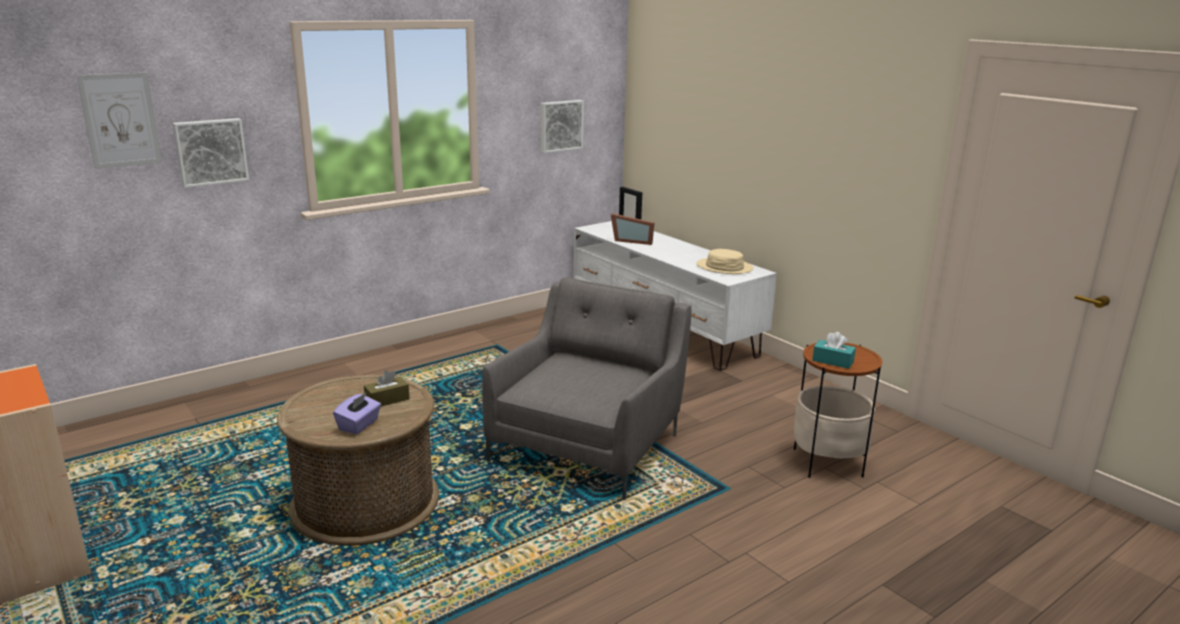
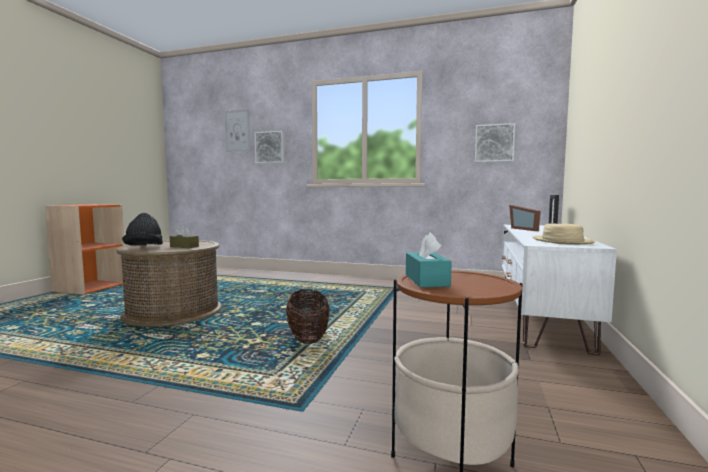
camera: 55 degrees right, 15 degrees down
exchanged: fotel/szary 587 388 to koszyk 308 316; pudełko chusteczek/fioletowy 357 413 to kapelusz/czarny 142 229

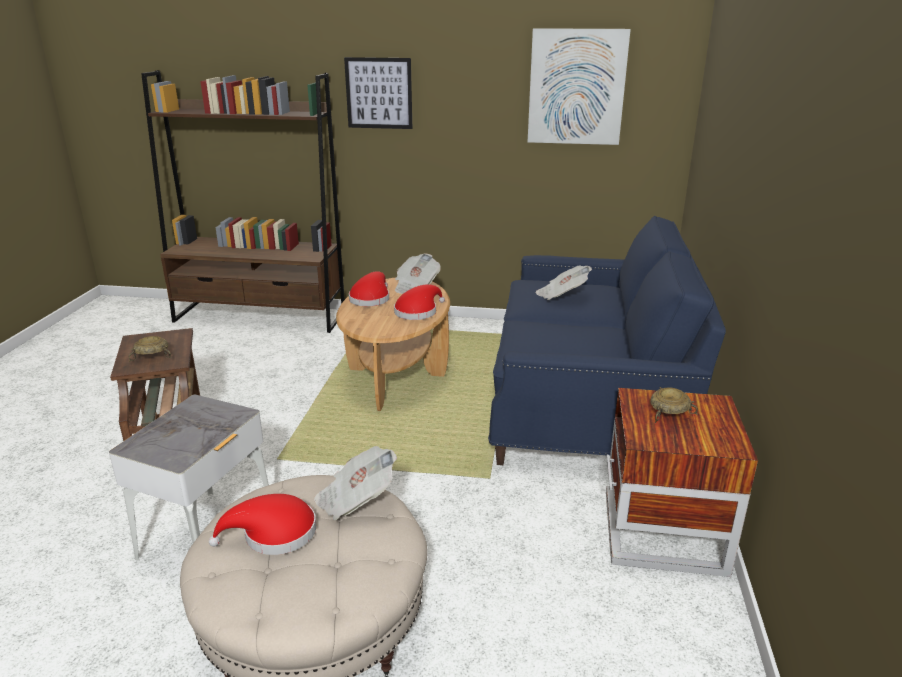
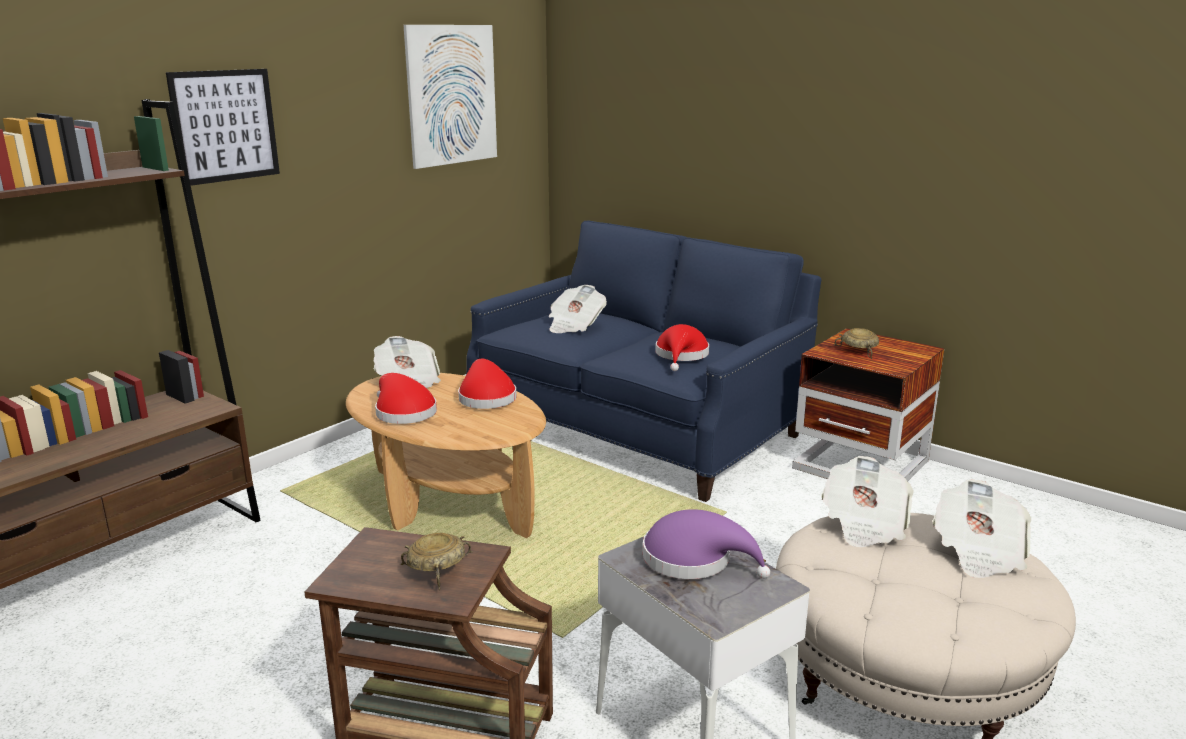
camera: 60 degrees left, 5 degrees down
appeared: gazeta 981 528; kapelusz/fioletowy 706 544
relocated: kapelusz/czerwony 262 524 to 682 347

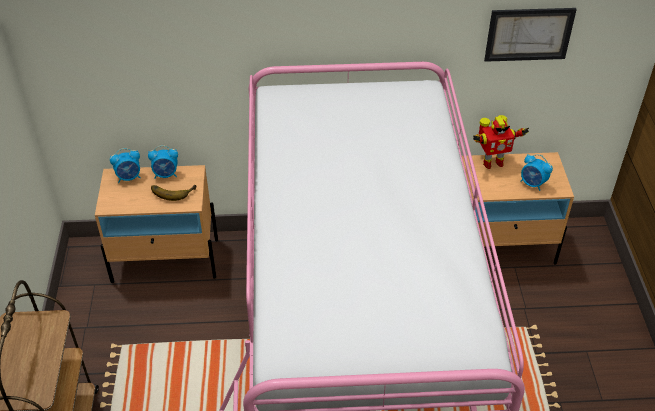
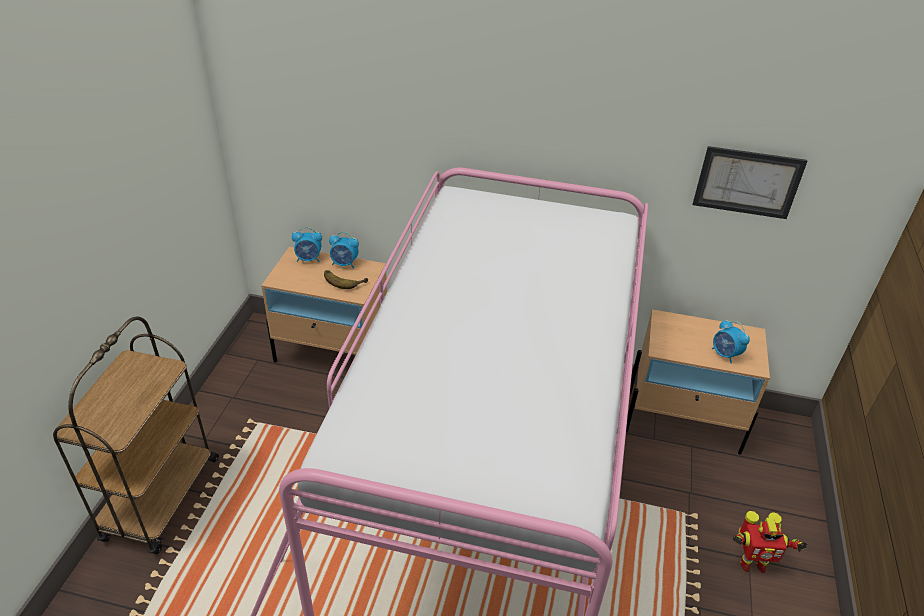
camera: 15 degrees right, 5 degrees down
relocated: robot zabawkowy 501 142 to 770 542

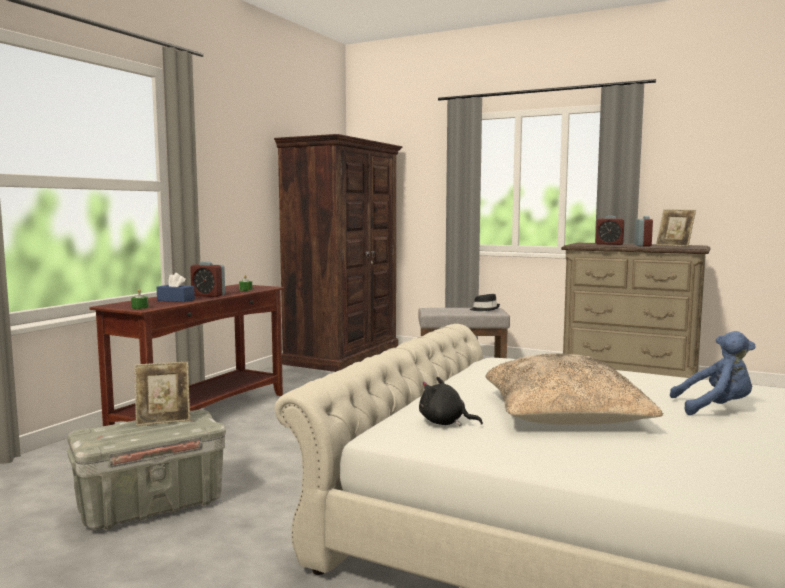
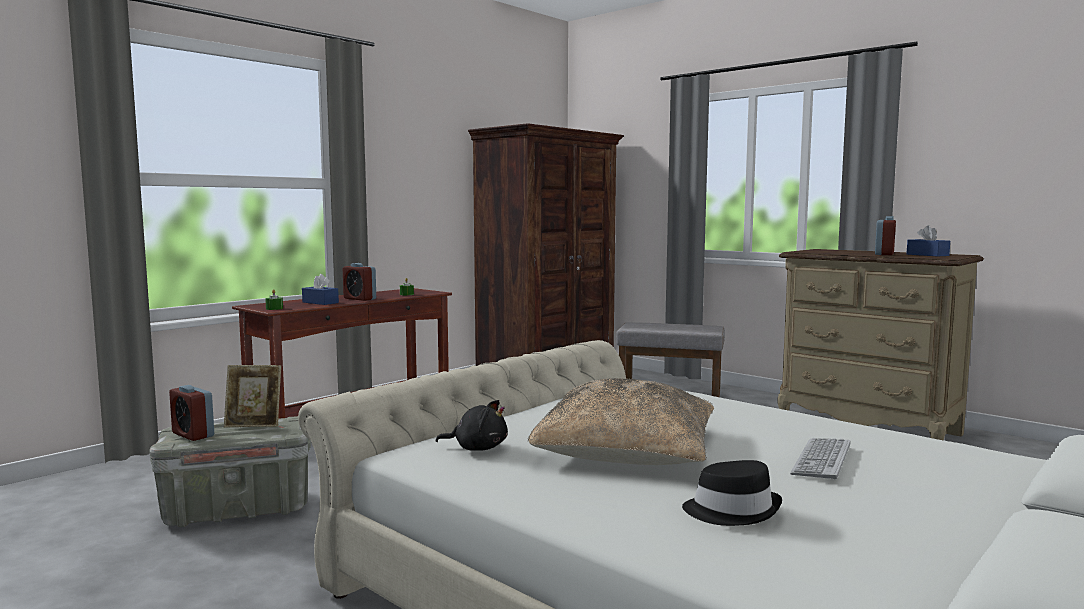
camera: 15 degrees right, 0 degrees up
relocated: budzik 610 230 to 191 413; kapelusz/czarny 484 302 to 732 493
exchanged: ramka na zdjęcie 676 228 to pudełko chusteczek/niebieski 928 241; pluszak/niebieski 713 373 to klawiatura 820 459
spun: pluszak/czarny 451 401 = 472 425 150 degrees clockwise

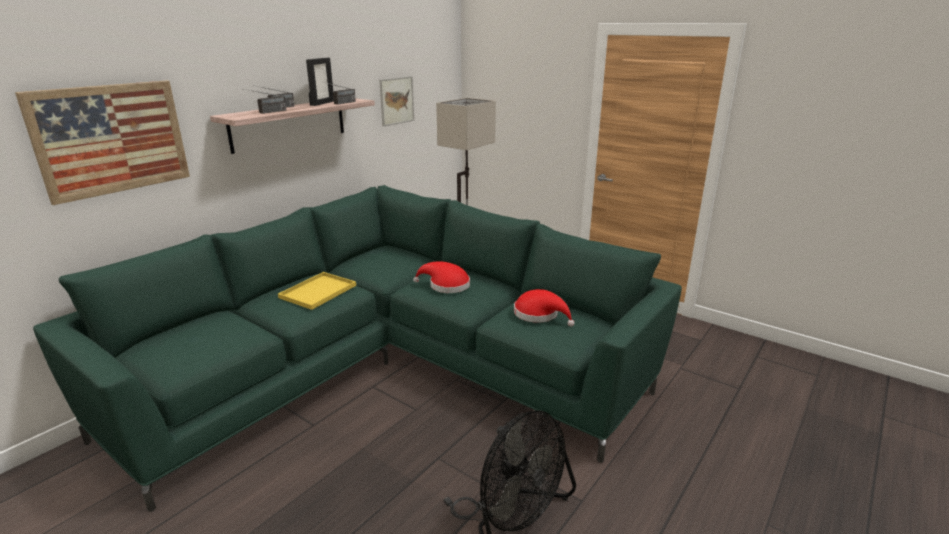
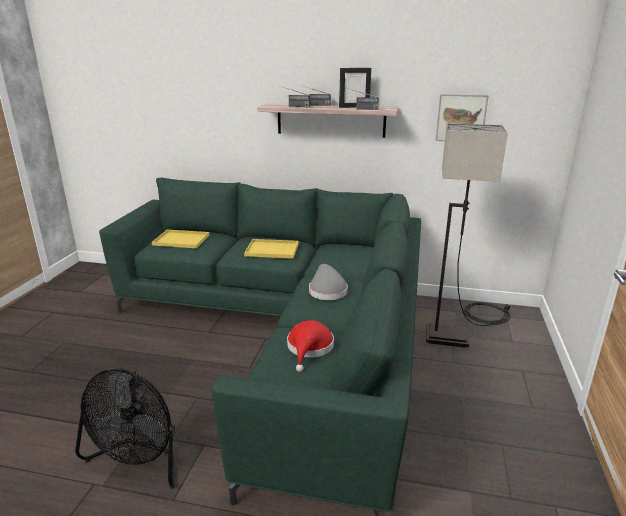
camera: 65 degrees right, 0 degrees up
missing: obraz 102 142
appeared: taca/żółty 180 239
colour: kapelusz/czerwony 441 277 to kapelusz/szary 328 282

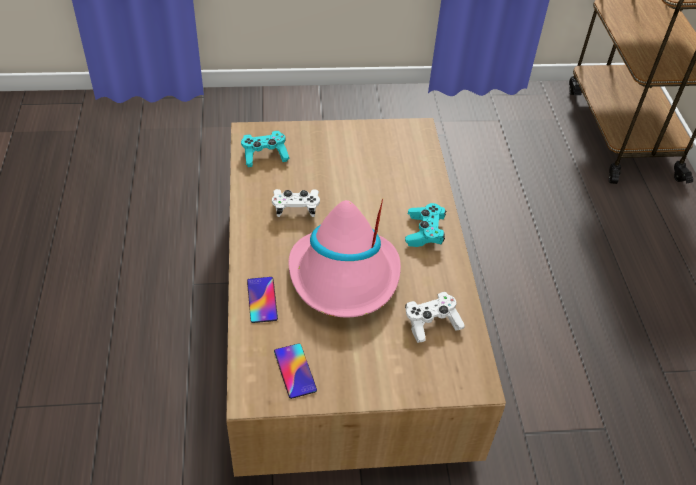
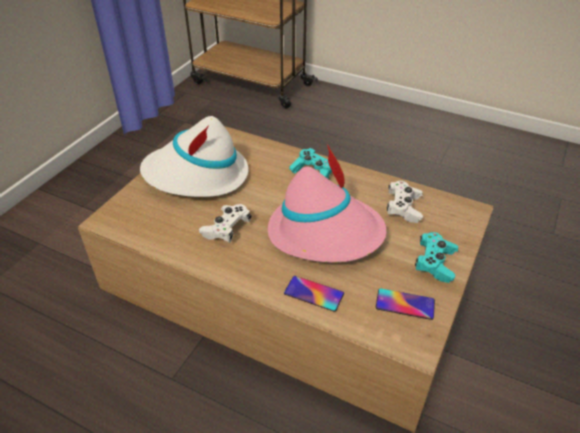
camera: 55 degrees left, 5 degrees down
appeared: kapelusz/biały 194 156
relocated: pad do gier/turkusowy 265 149 to 436 257

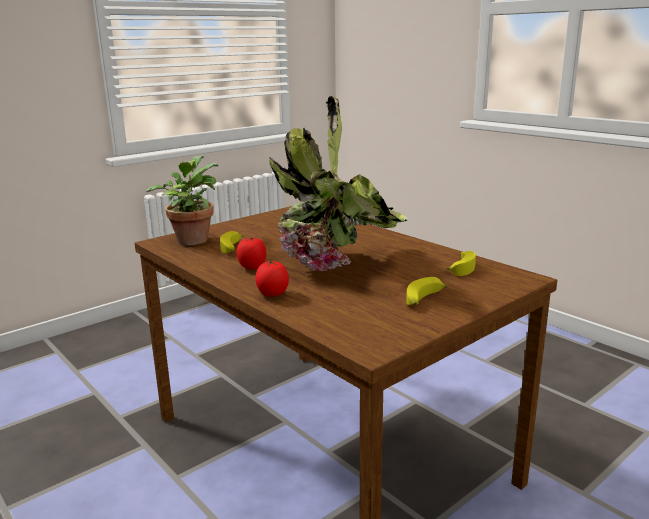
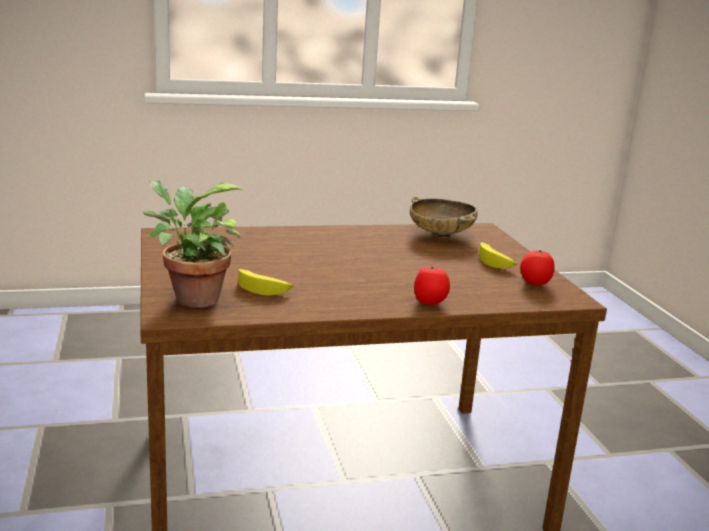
camera: 65 degrees left, 0 degrees up
missing: roślina doniczkowa 338 183
relocated: pomidor 251 253 to 537 267
exchanged: banan 461 263 to miska/beżowy 444 217

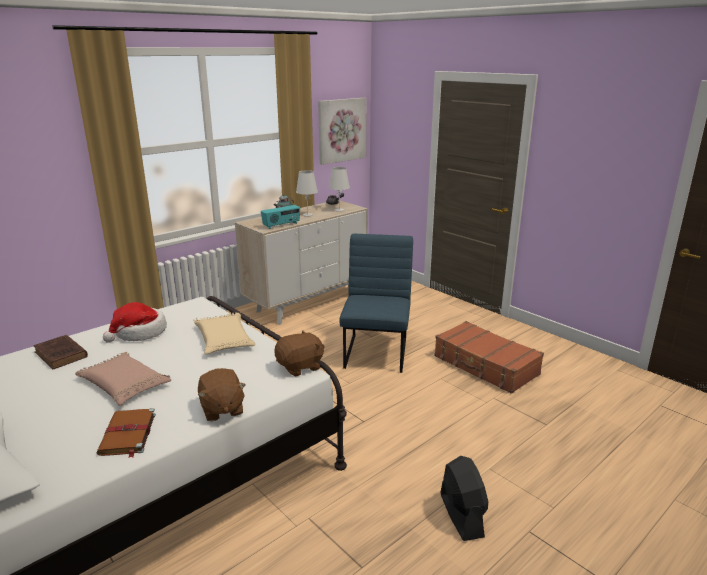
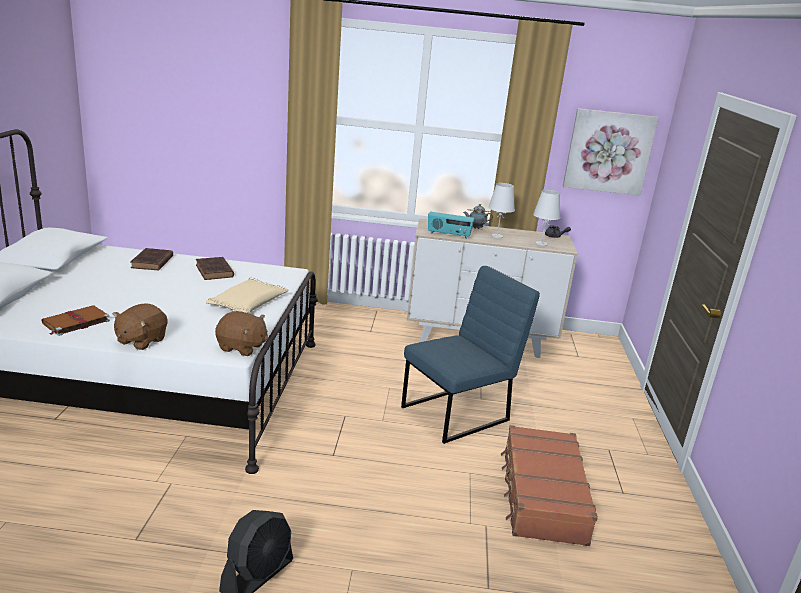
camera: 45 degrees right, 0 degrees up
missing: poduszka/beżowy 123 379
exchanged: kapelusz 135 322 to książka/brązowy 215 268

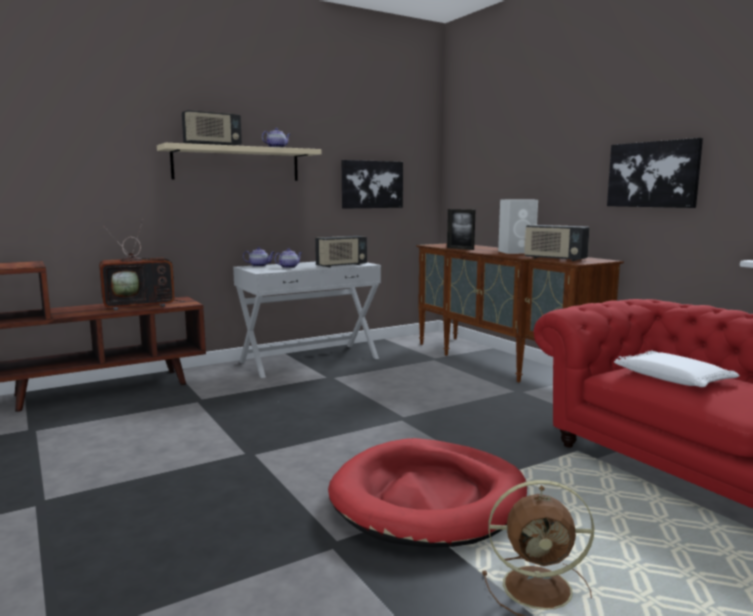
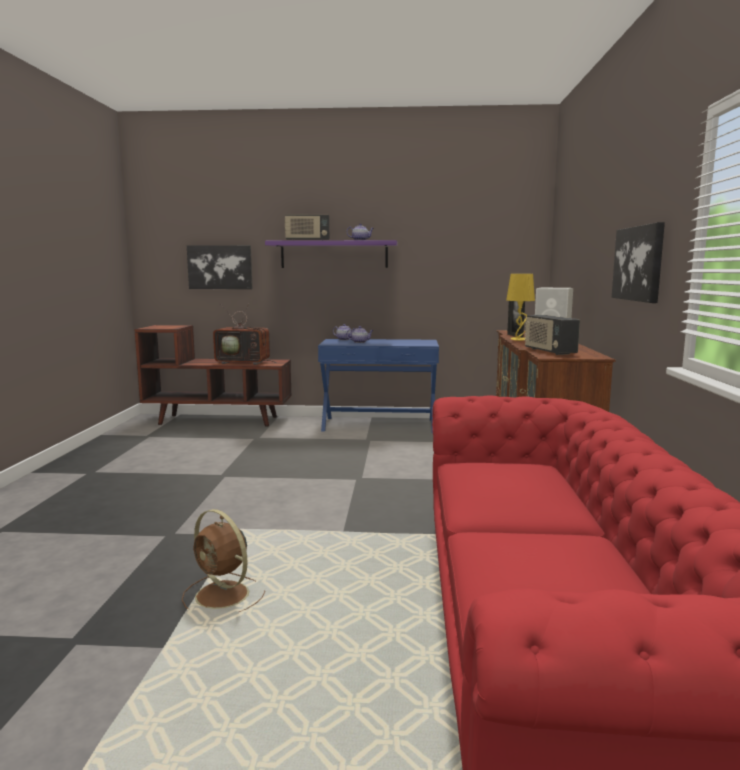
camera: 35 degrees right, 0 degrees up
missing: radio 341 252; poduszka/biały 677 368; legowisko/czerwony 427 493
appeared: lampa stołowa/żółty 520 307
relocated: obraz 372 184 to 219 267
colour: półka/beżowy 239 162 to półka/fioletowy 331 254; stolik konsolowy/biały 307 320 to stolik konsolowy/niebieski 378 386

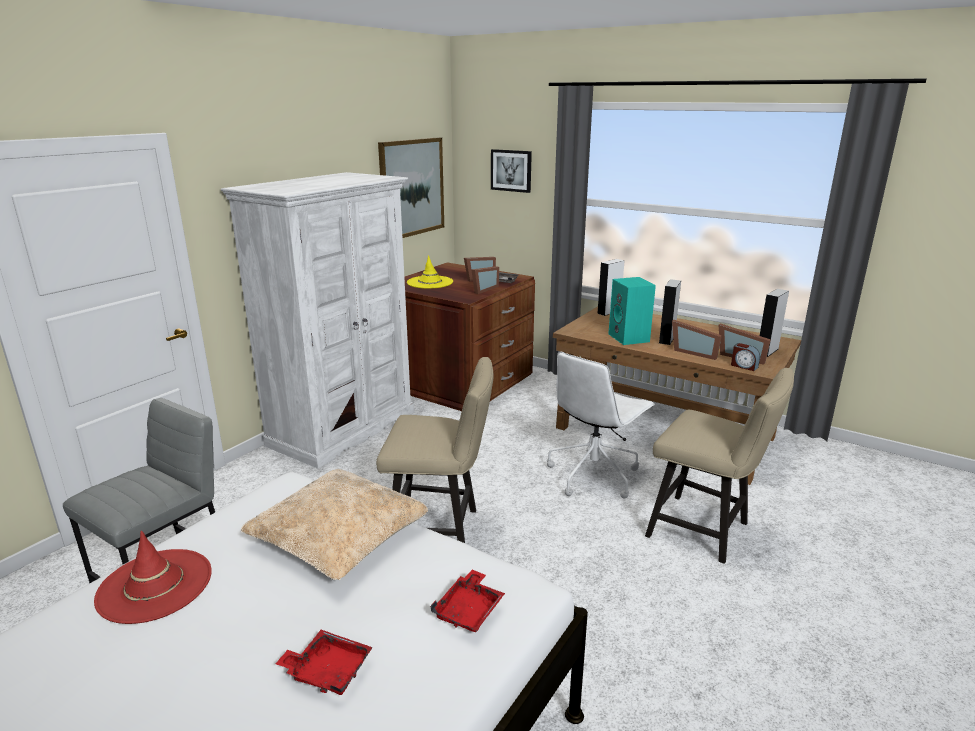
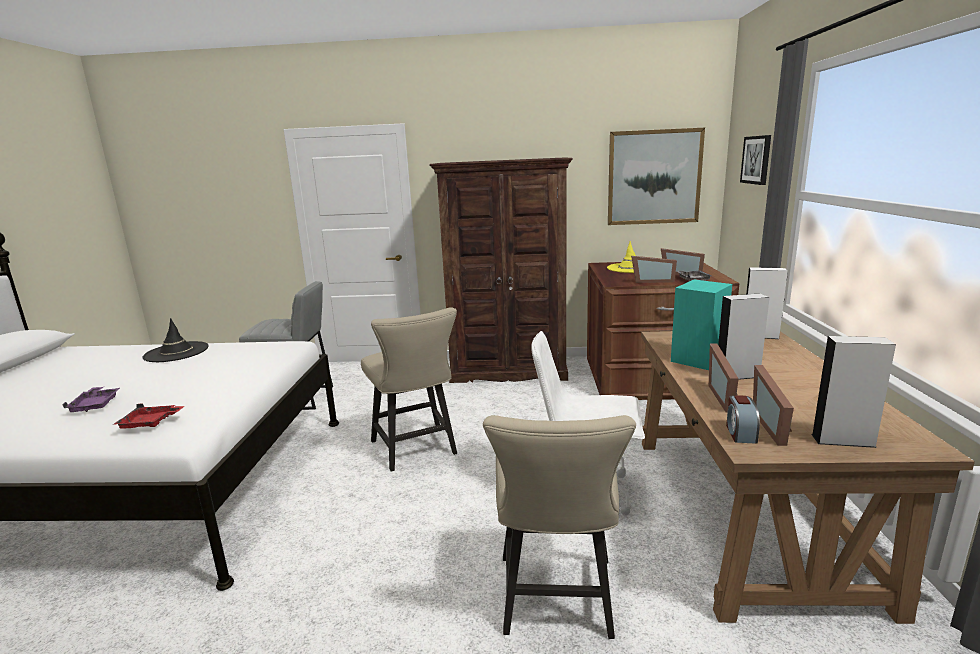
camera: 60 degrees right, 5 degrees down
missing: poduszka/beżowy 334 524
colour: szafa/biały 317 320 to szafa/brązowy 501 270; kapelusz/czerwony 153 577 to kapelusz/czarny 175 340; taca/czerwony 324 662 to taca/fioletowy 91 399

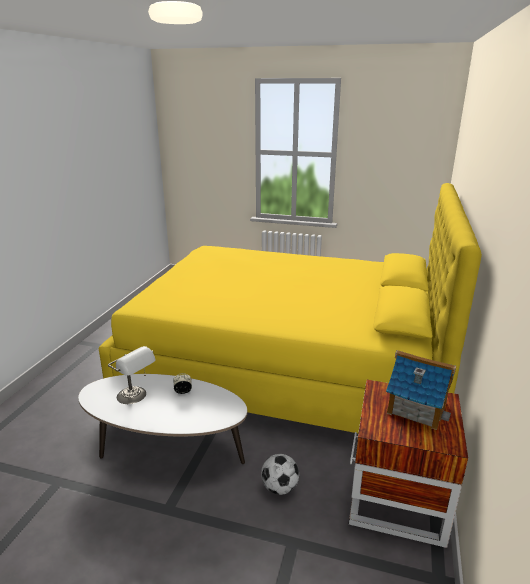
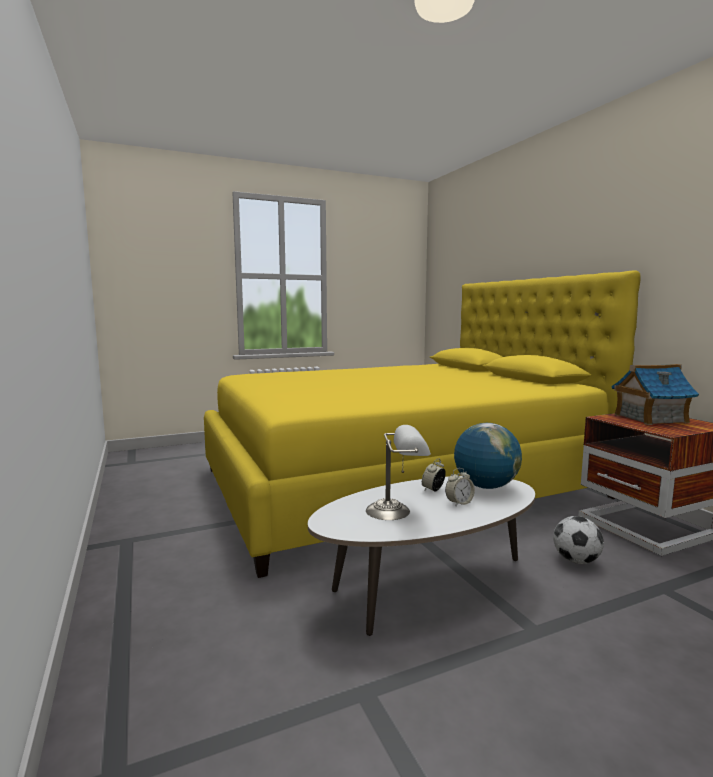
camera: 40 degrees left, 15 degrees down
appeared: globus 488 456; budzik 460 487

